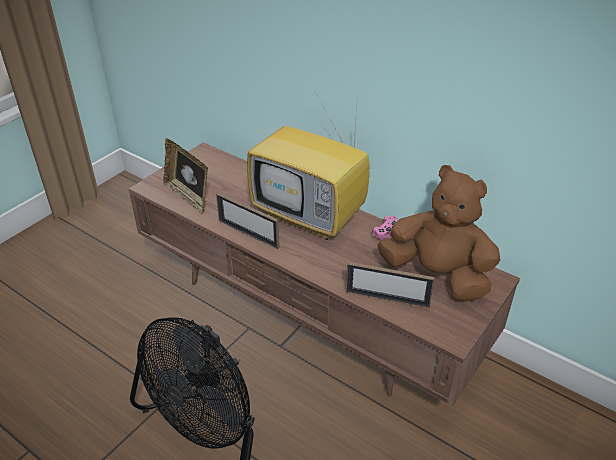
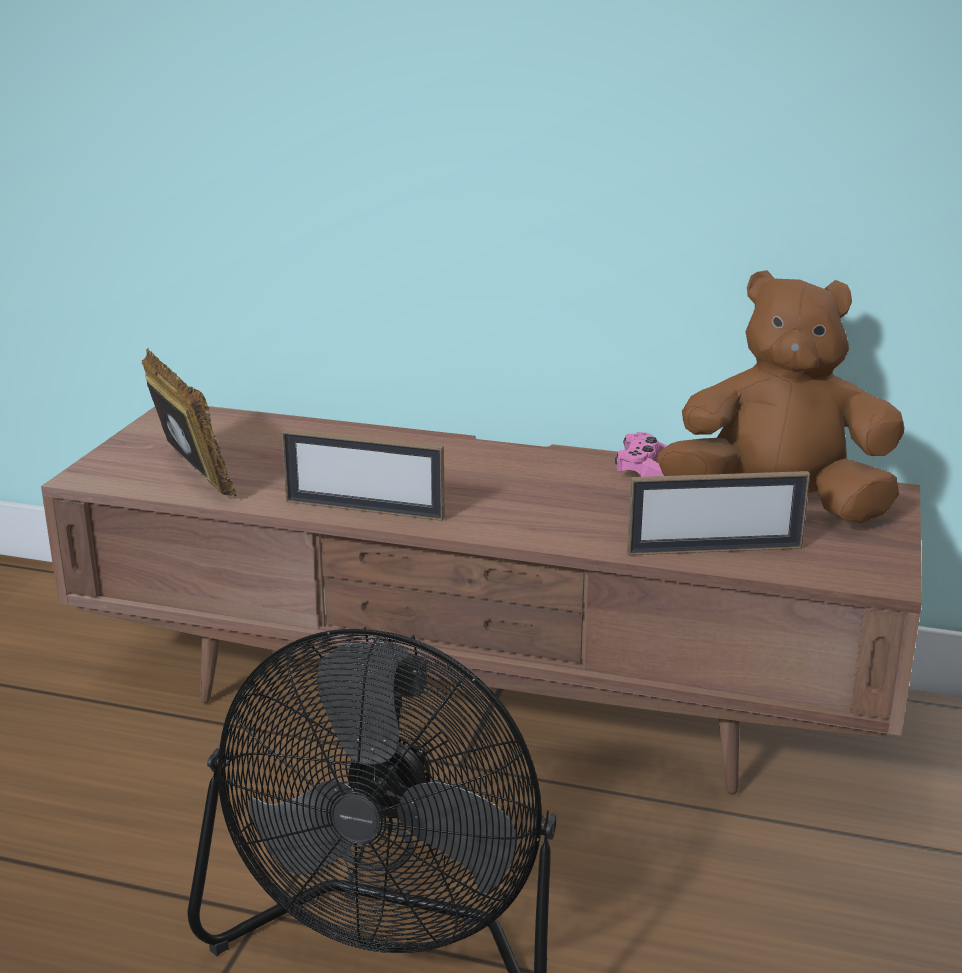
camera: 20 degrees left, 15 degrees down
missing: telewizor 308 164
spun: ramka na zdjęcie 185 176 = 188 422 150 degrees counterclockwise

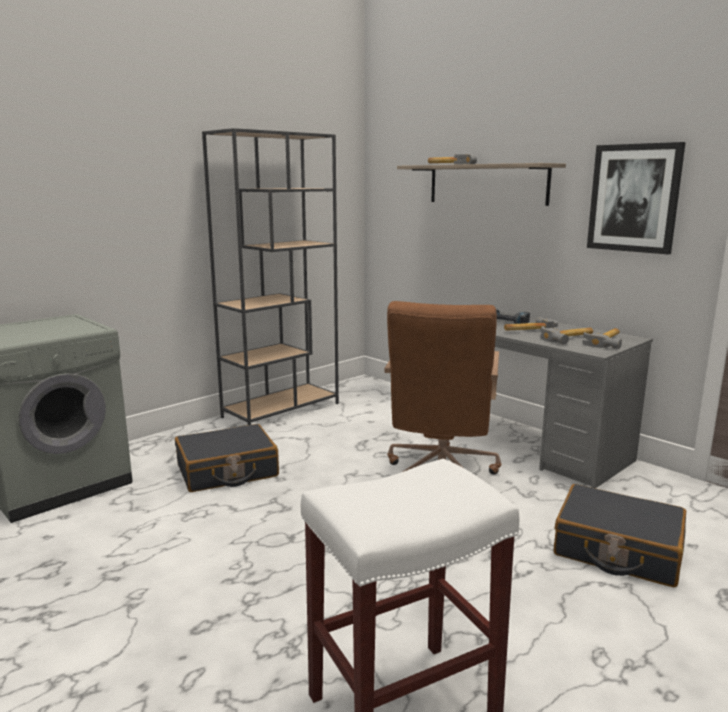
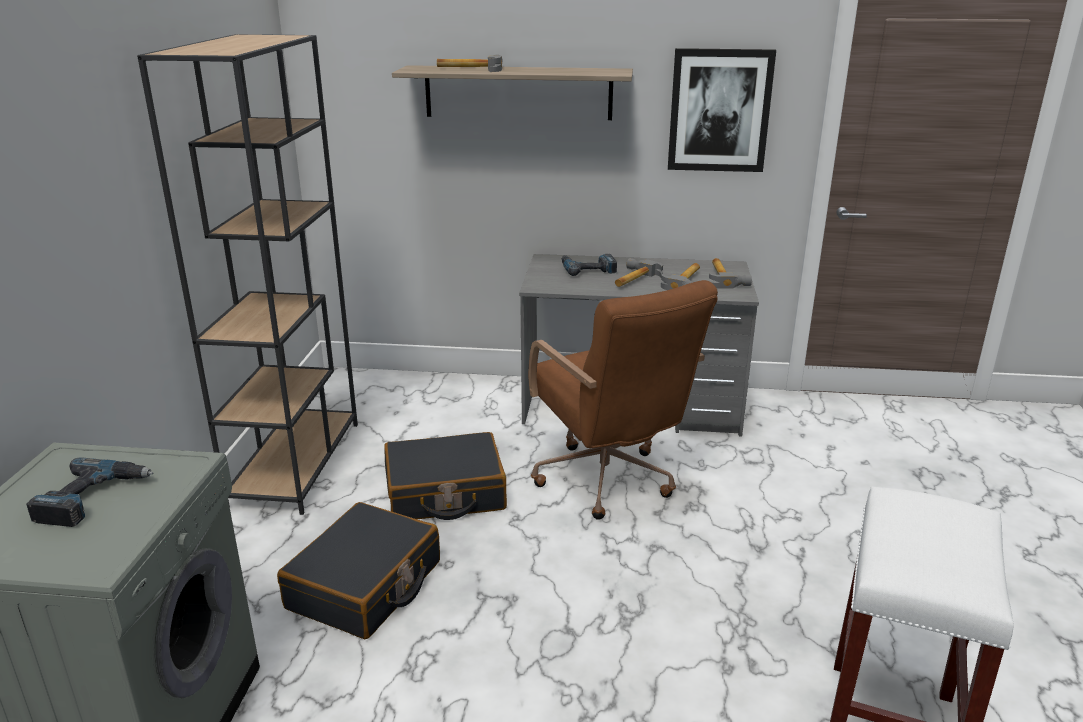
camera: 40 degrees left, 10 degrees up
appeared: wiertarka 89 492
relocated: walizka/czarny 620 535 to 445 476

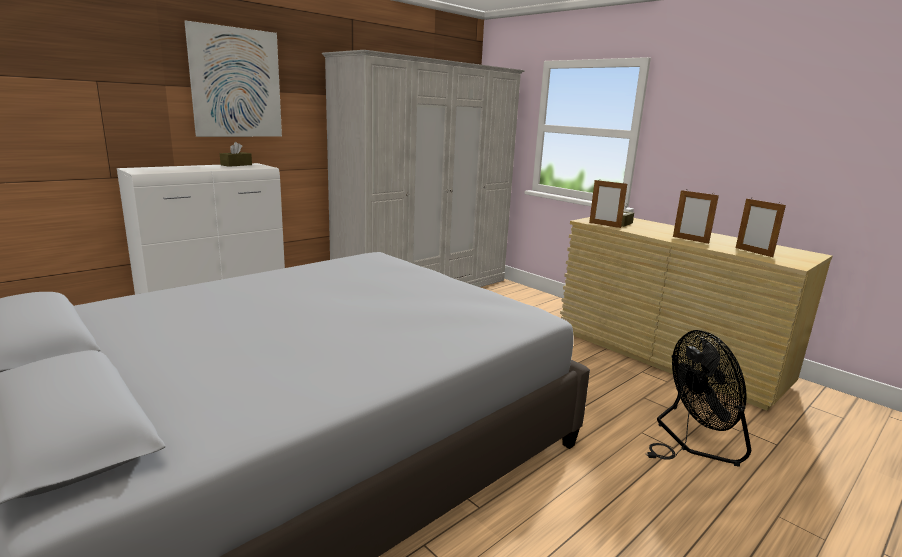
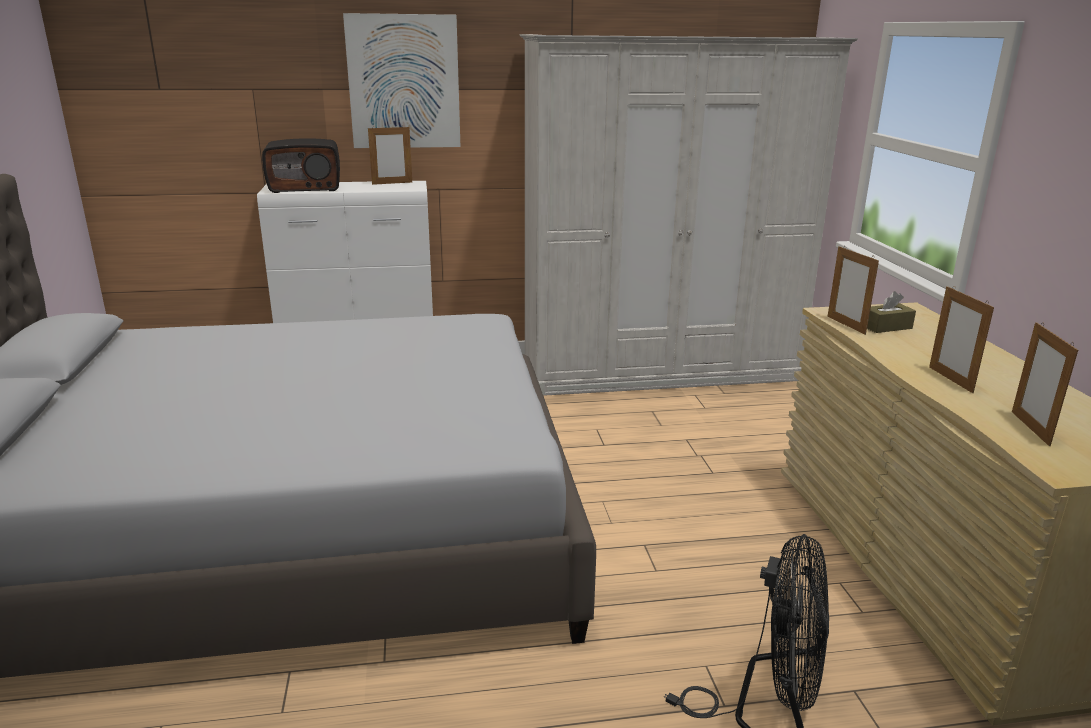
camera: 35 degrees right, 5 degrees up
appeared: radio 301 165
exchanged: pudełko chusteczek/brązowy 236 154 to ramka na zdjęcie 390 155

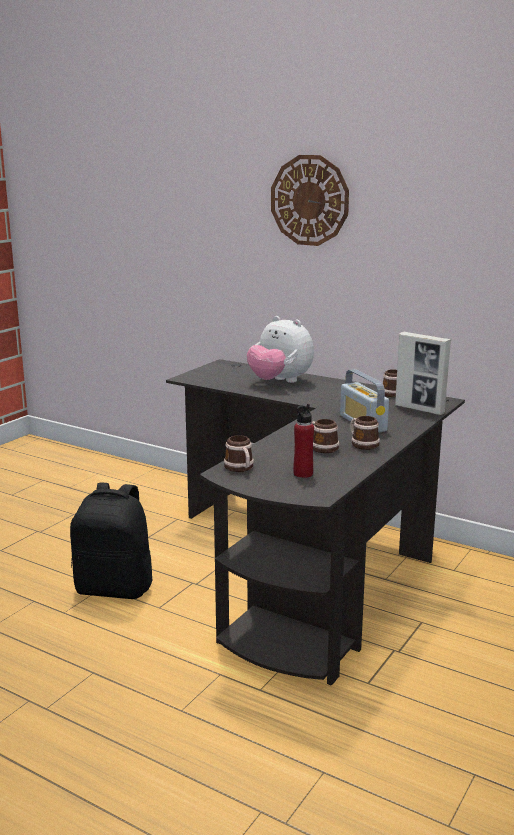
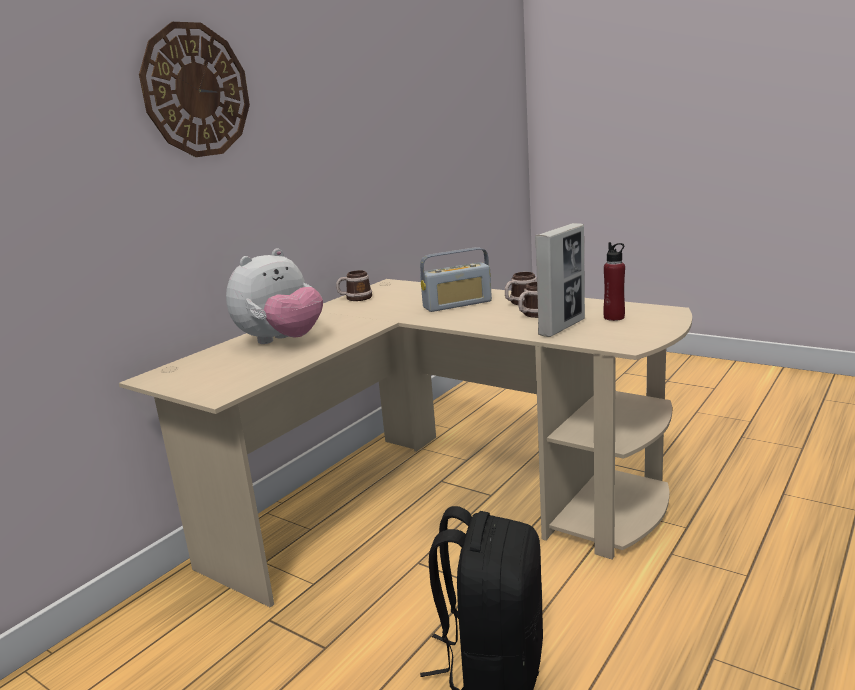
camera: 85 degrees left, 0 degrees up
missing: kubek 239 453
relocated: ramka na zdjęcie 423 373 to 560 280
colour: biurko/czarny 315 522 to biurko/beżowy 405 443

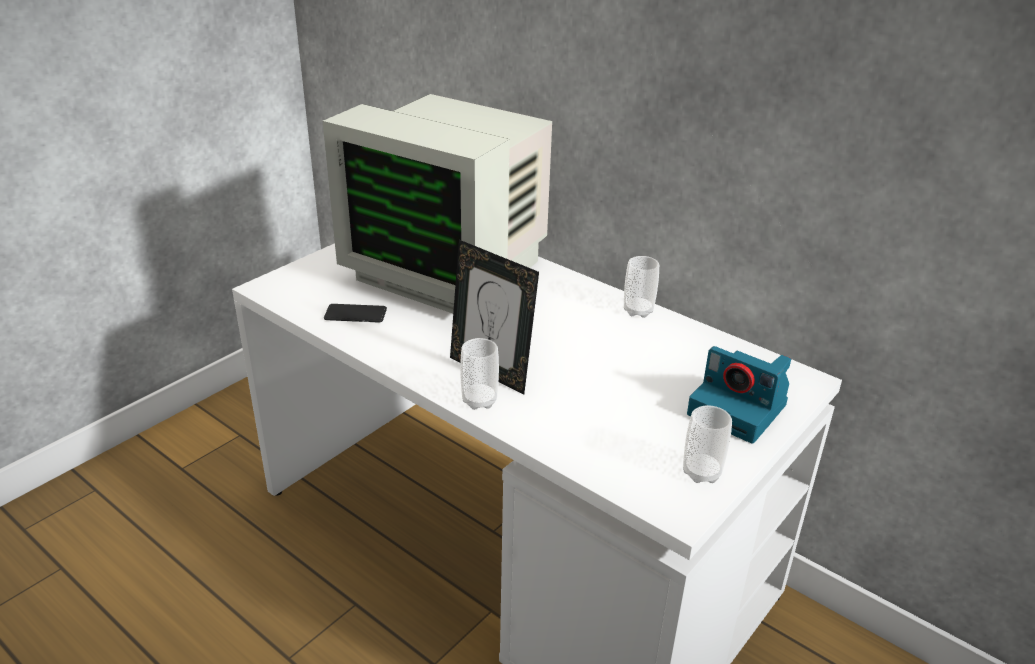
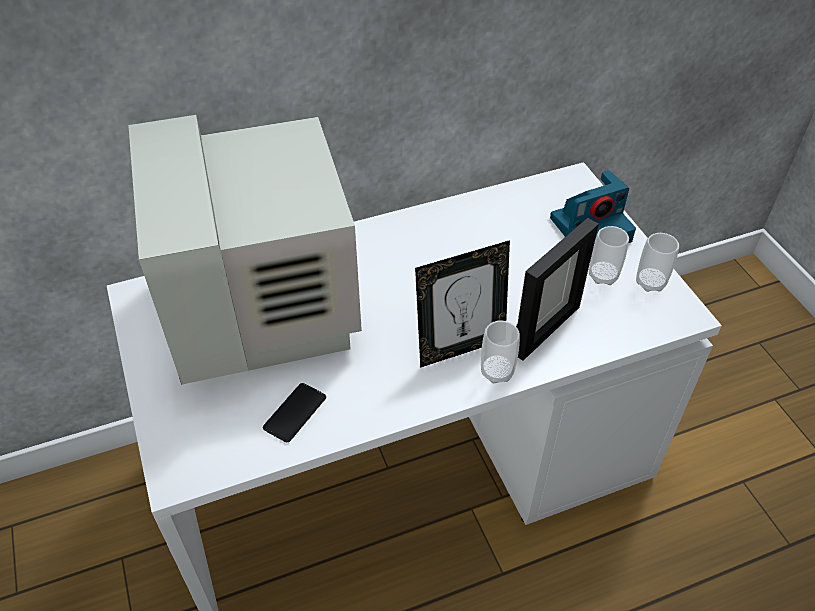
camera: 60 degrees left, 15 degrees up
appeared: ramka na zdjęcie 557 289
relocated: filiżanka 641 287 to 609 255
spun: monitor 437 203 = 245 250 105 degrees clockwise

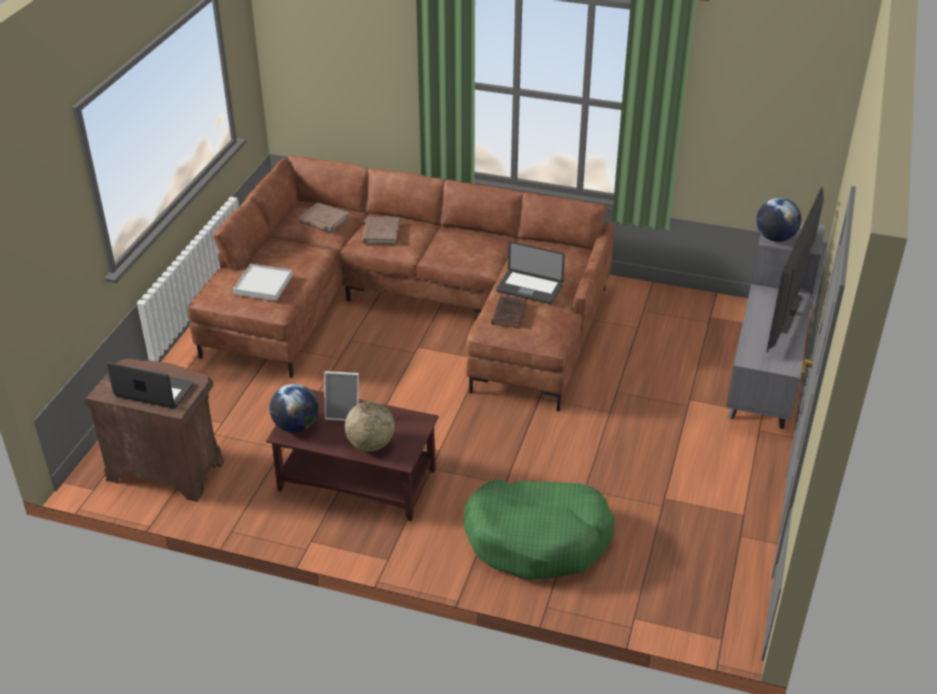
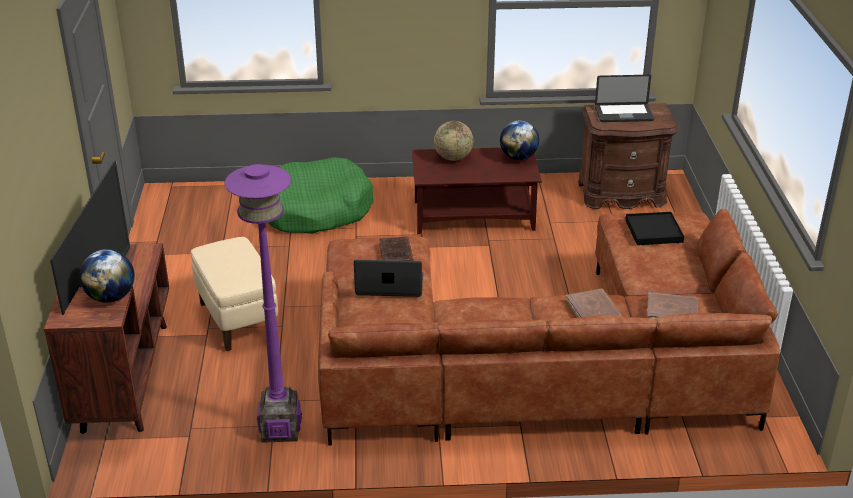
camera: 160 degrees right, 5 degrees down
missing: ramka na zdjęcie 342 396
appeared: lampa stojąca/fioletowy 263 303; pufa/beżowy 234 294
colour: szafka pod telewizor/szary 775 325 to szafka pod telewizor/brązowy 106 339; taca/biały 263 282 to taca/czarny 654 228

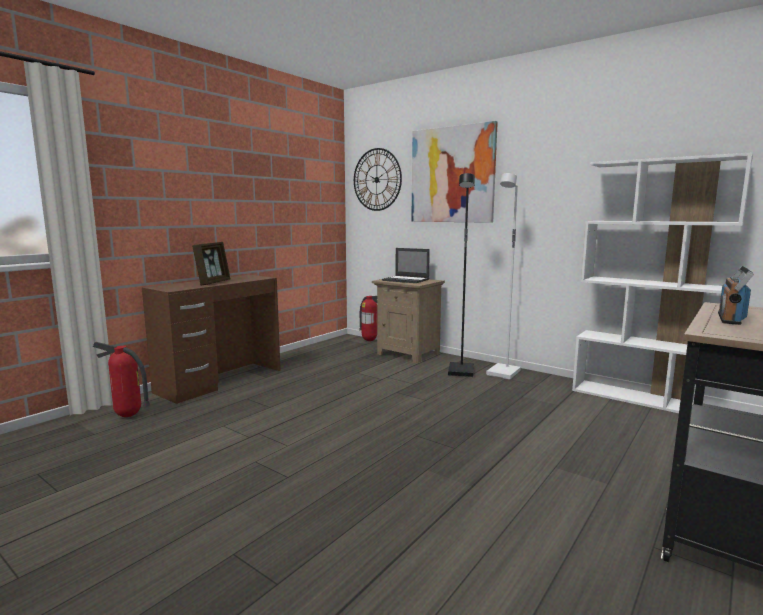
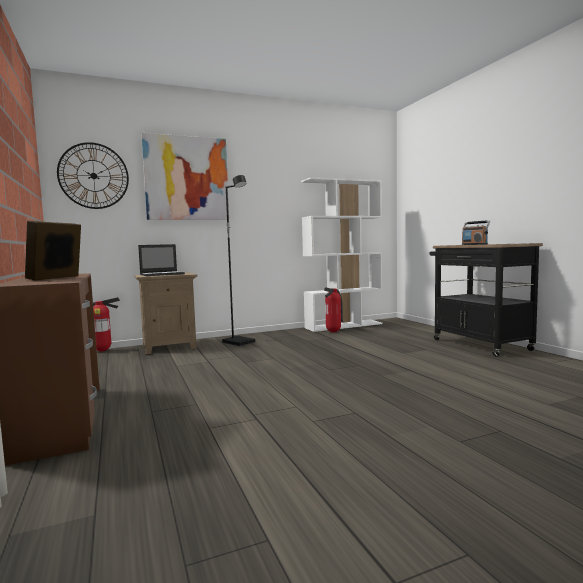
camera: 60 degrees left, 5 degrees down
missing: lampa stojąca/biały 503 276
relocated: gaśnica 121 379 to 333 310
spun: ramka na zdjęcie 211 263 = 53 250 120 degrees counterclockwise

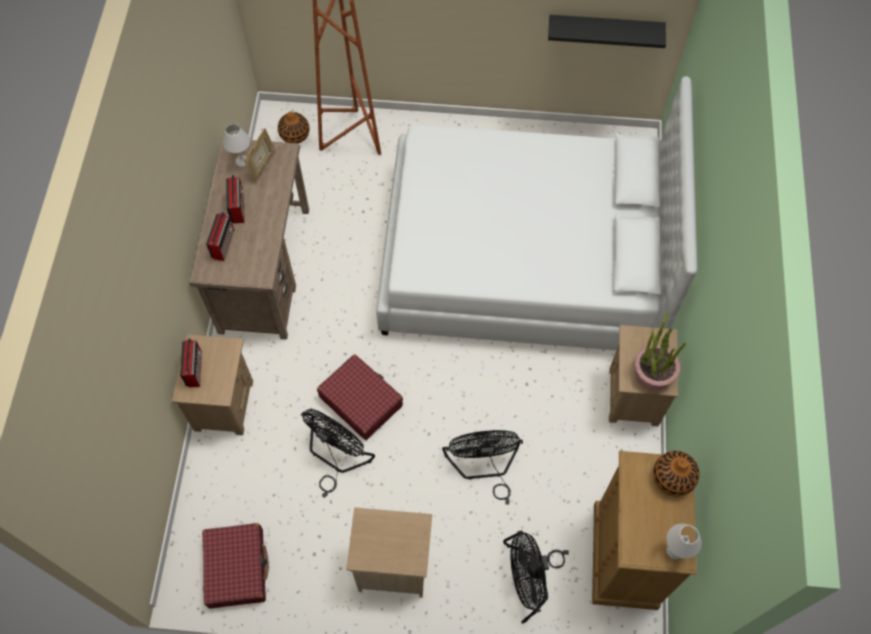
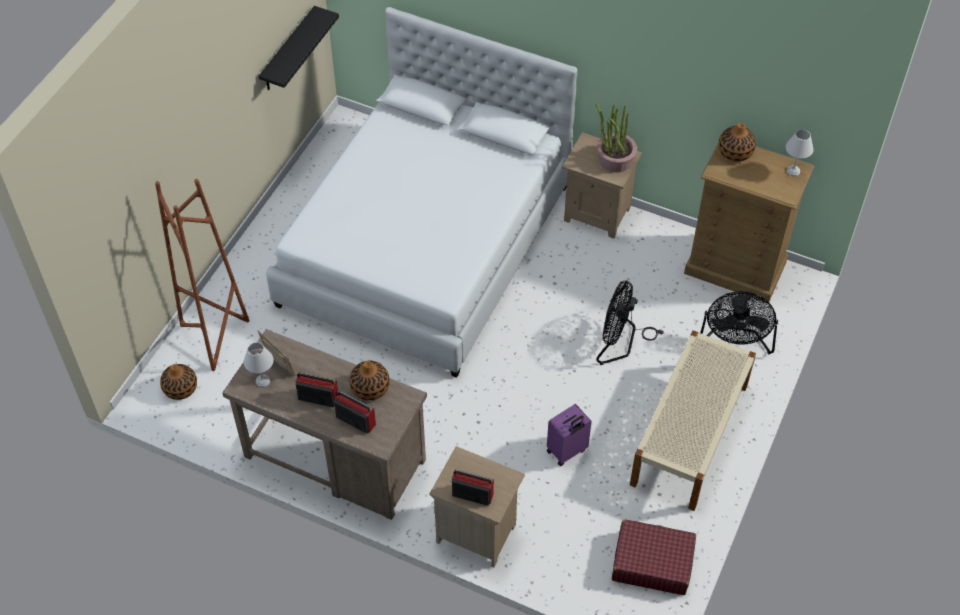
camera: 70 degrees left, 10 degrees down
missing: walizka/czerwony 360 397
appeared: wazon 369 381
exchanged: wentylator/czarny 338 453 to walizka/fioletowy 569 435; szafka nocna/beżowy 389 552 to ławka/beżowy 693 420

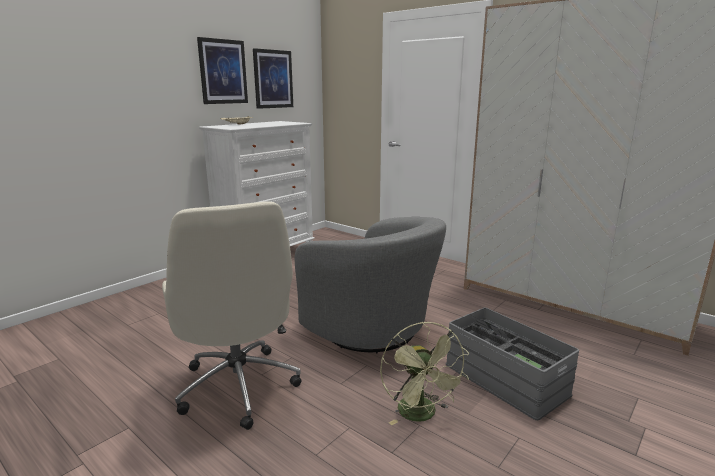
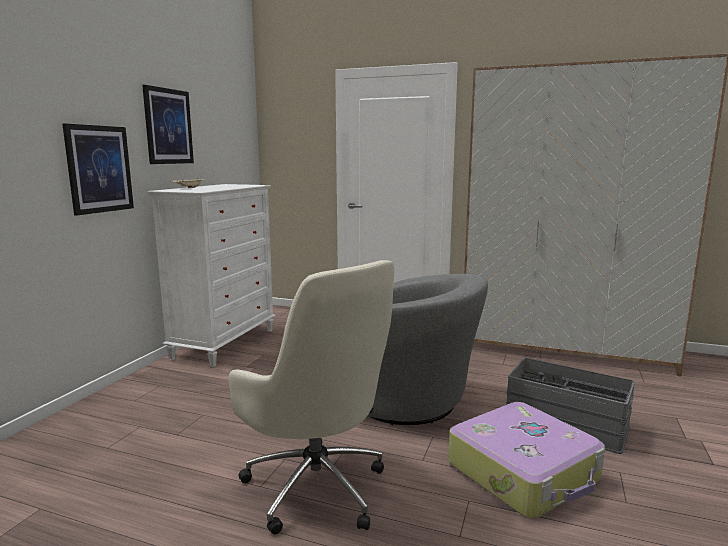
camera: 20 degrees left, 5 degrees down
relocated: obraz 273 78 to 98 169
exchanged: wentylator/zielony 424 373 to walizka 526 460

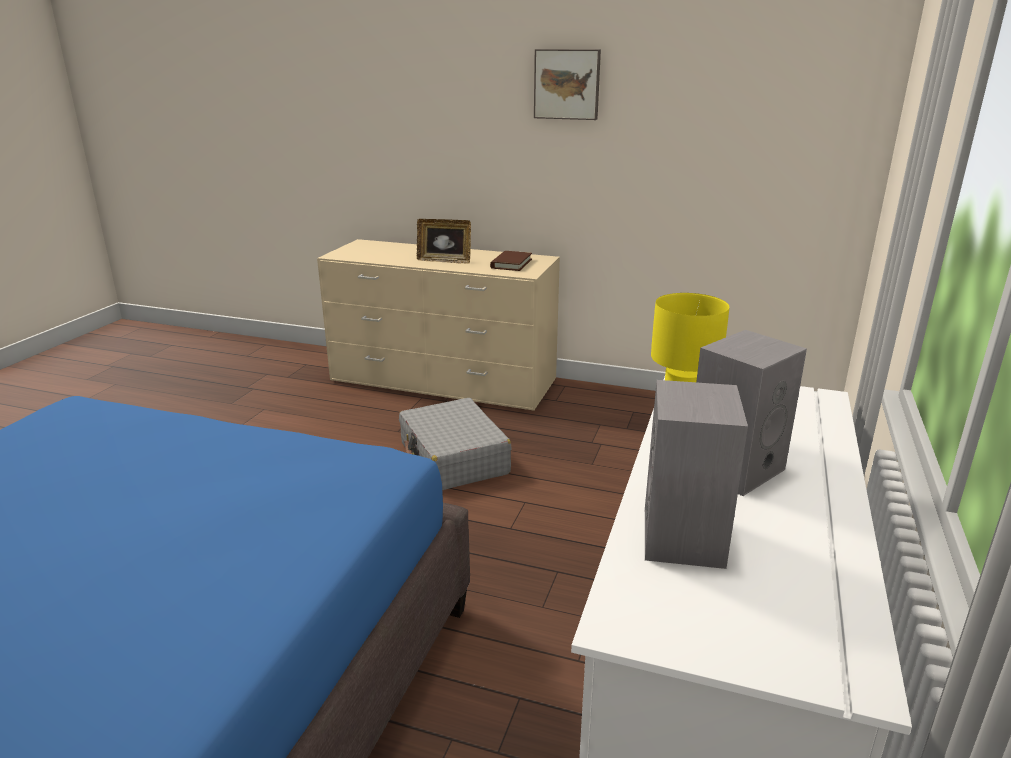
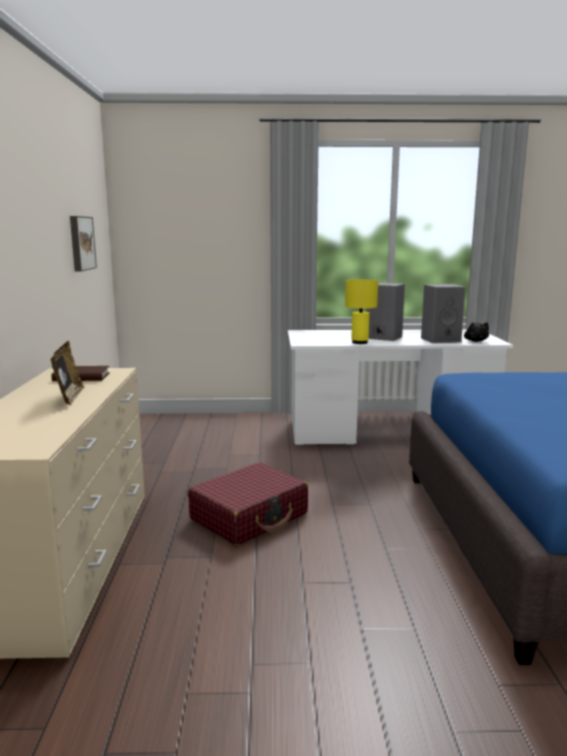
camera: 110 degrees left, 10 degrees down
appeared: pluszak/czarny 476 332
relocated: obraz 567 84 to 83 243
colour: walizka/szary 455 444 to walizka/czerwony 248 504

